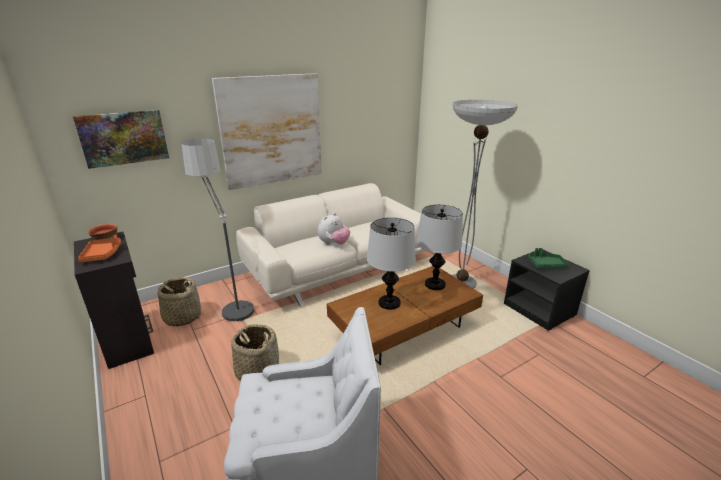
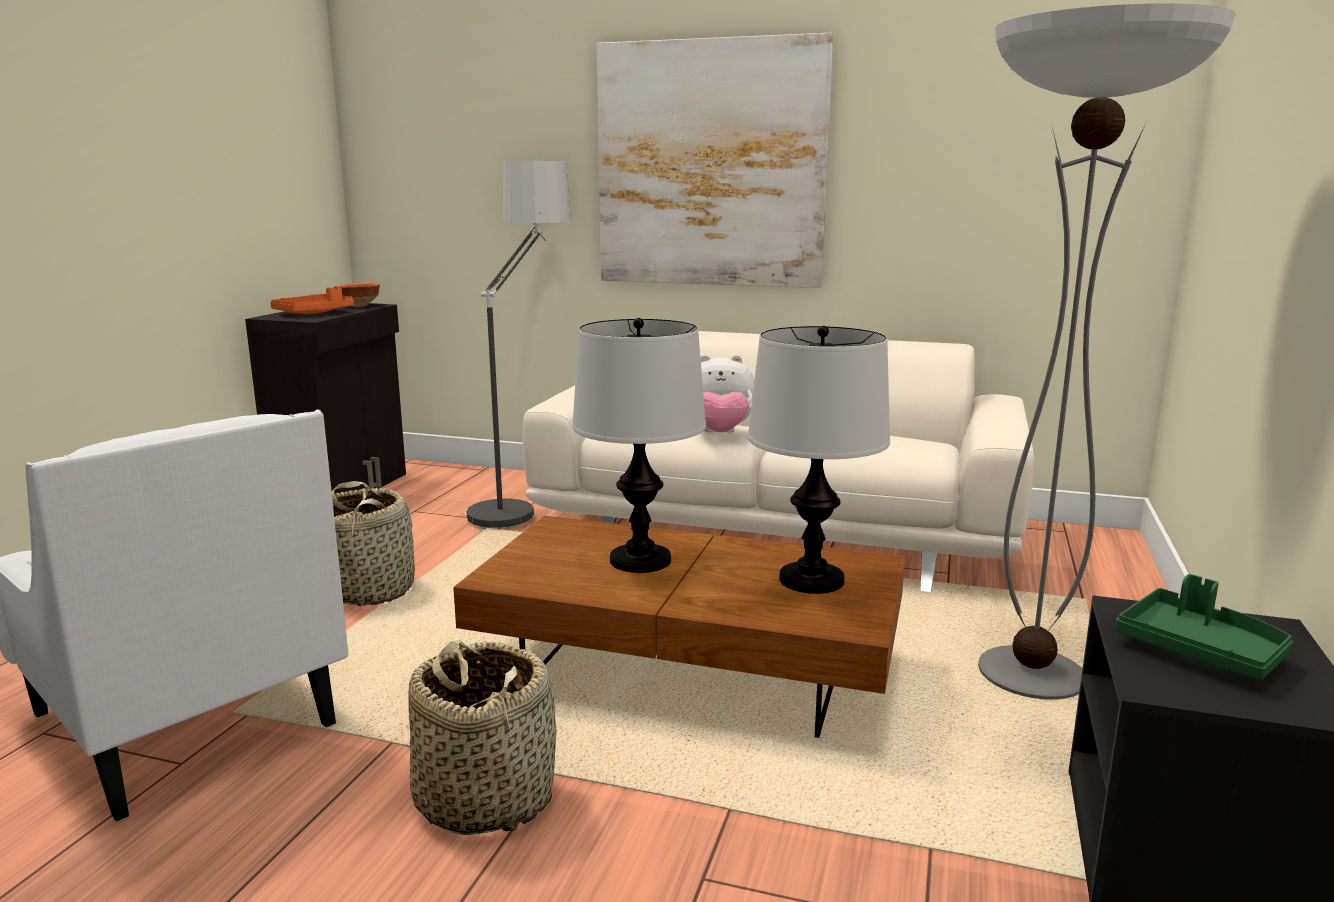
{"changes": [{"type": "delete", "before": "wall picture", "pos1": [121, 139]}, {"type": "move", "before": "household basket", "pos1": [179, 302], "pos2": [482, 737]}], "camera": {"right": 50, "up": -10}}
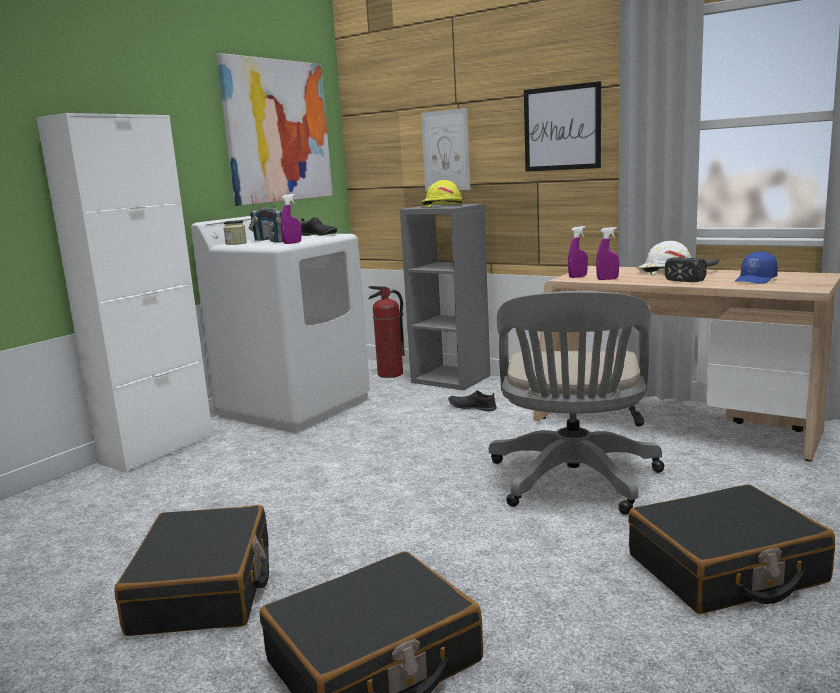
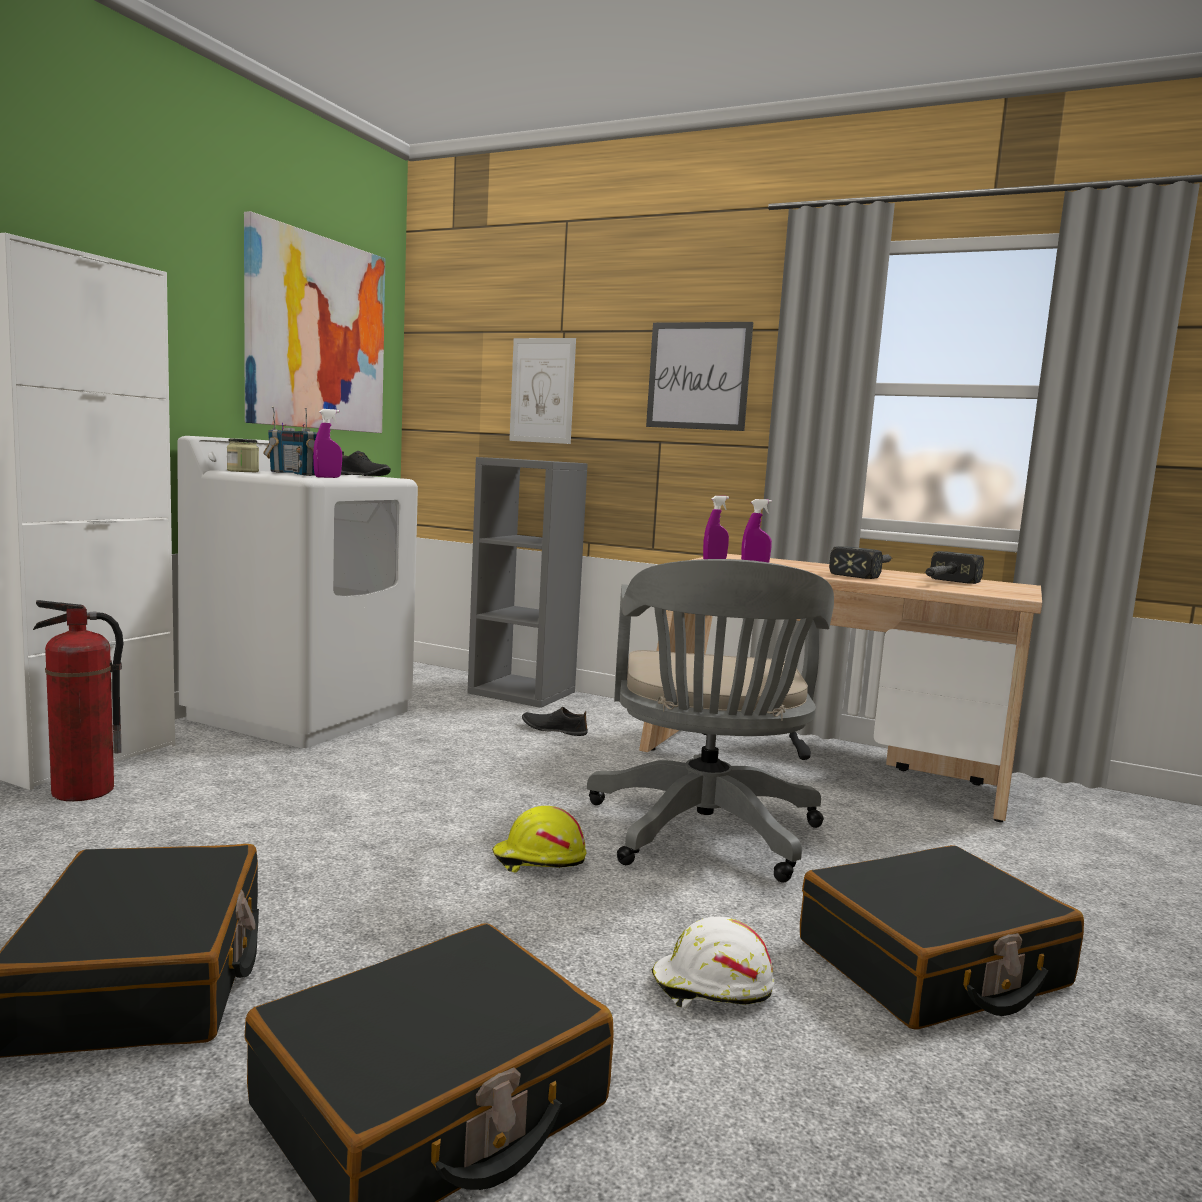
{"changes": [{"type": "move", "before": "fire extinguisher", "pos1": [386, 332], "pos2": [78, 700]}, {"type": "move", "before": "work helmet in yellow", "pos1": [441, 193], "pos2": [539, 839]}, {"type": "move", "before": "work helmet in white-coloured", "pos1": [664, 258], "pos2": [713, 962]}, {"type": "replace", "before": "baseball cap in blue-coloured", "after": "hammer", "pos1": [756, 267], "pos2": [954, 567]}], "camera": {"right": -10, "up": -5}}
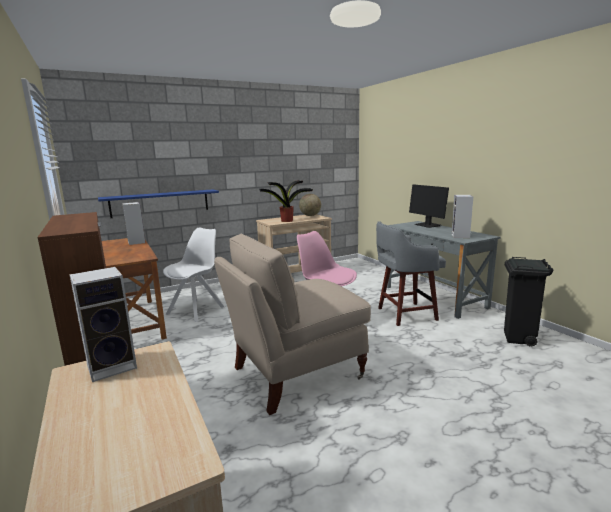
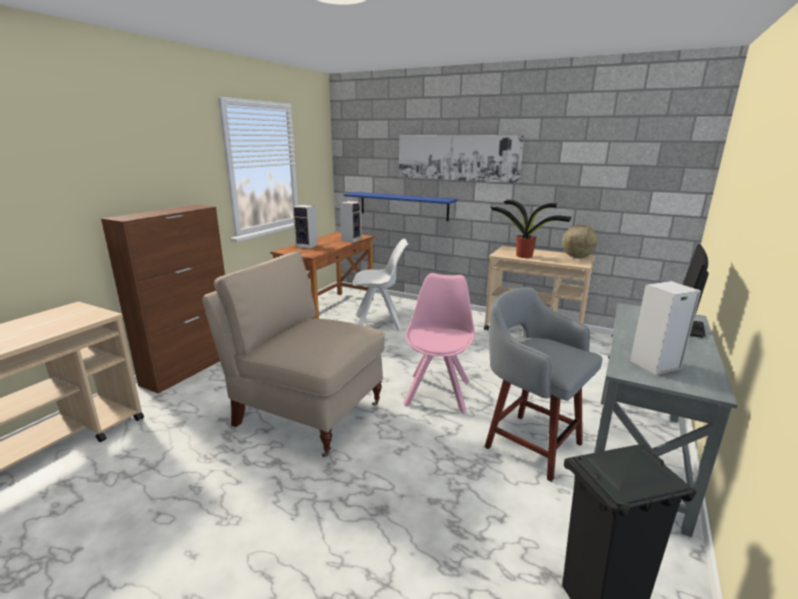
{"changes": [{"type": "insert", "after": "wall picture", "pos2": [461, 159]}, {"type": "move", "before": "speaker", "pos1": [103, 324], "pos2": [305, 227]}], "camera": {"right": 55, "up": 5}}
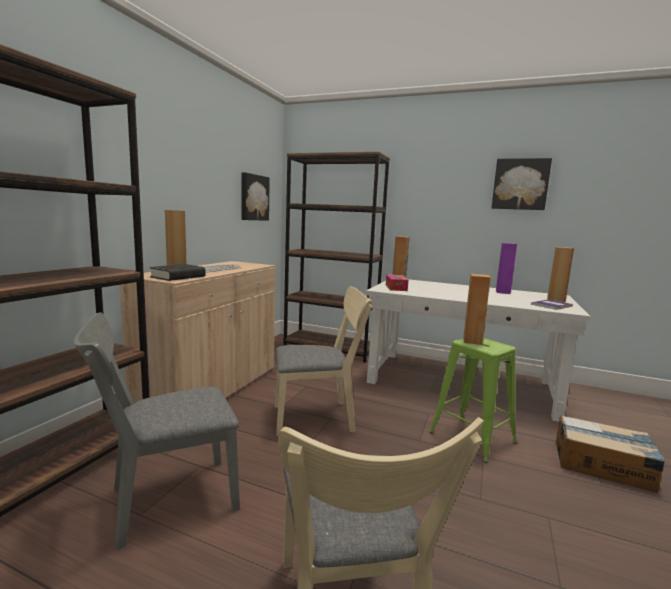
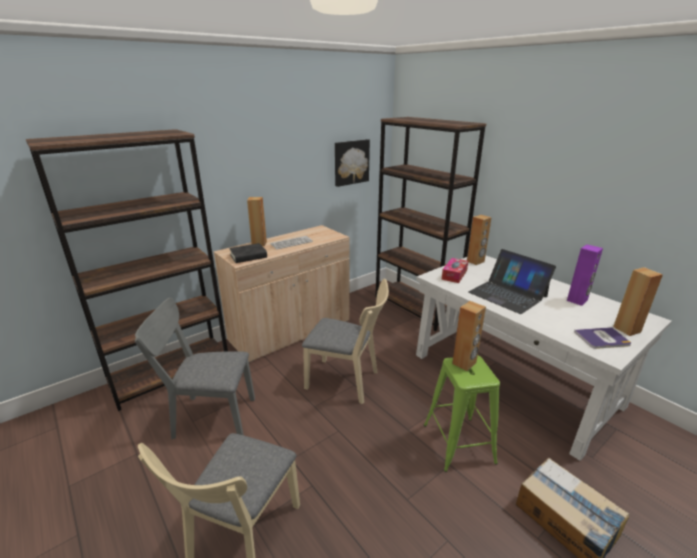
{"changes": [{"type": "delete", "before": "wall picture", "pos1": [522, 184]}, {"type": "insert", "after": "notebook computer", "pos2": [512, 281]}], "camera": {"right": 30, "up": 15}}
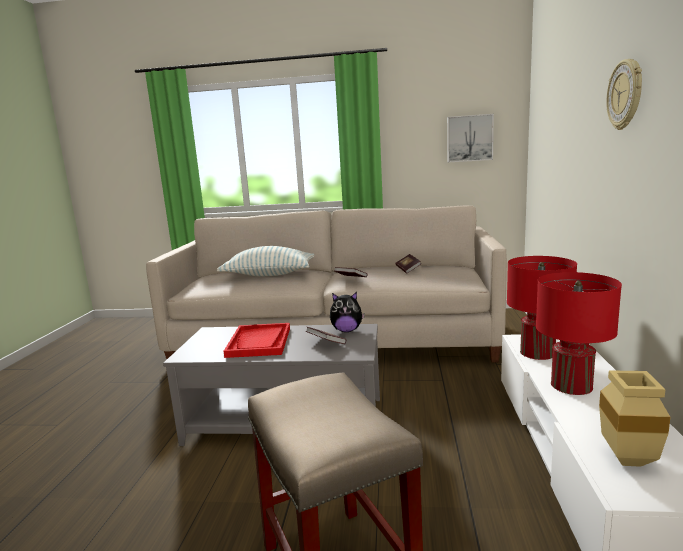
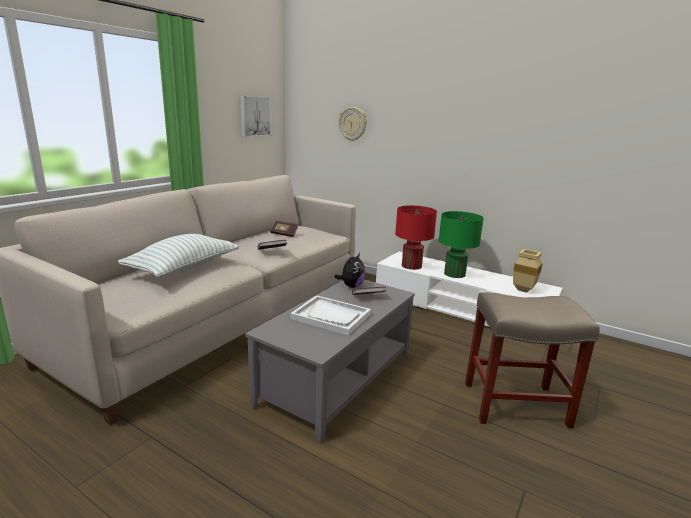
{"changes": [{"type": "move", "before": "wall clock", "pos1": [624, 94], "pos2": [353, 124]}, {"type": "recolor", "before": "tray in red-coloured", "after": "tray in white-coloured", "pos1": [257, 340], "pos2": [330, 315]}, {"type": "recolor", "before": "lamp for a table in red-coloured", "after": "lamp for a table in greenish", "pos1": [579, 333], "pos2": [461, 244]}], "camera": {"right": -65, "up": 5}}
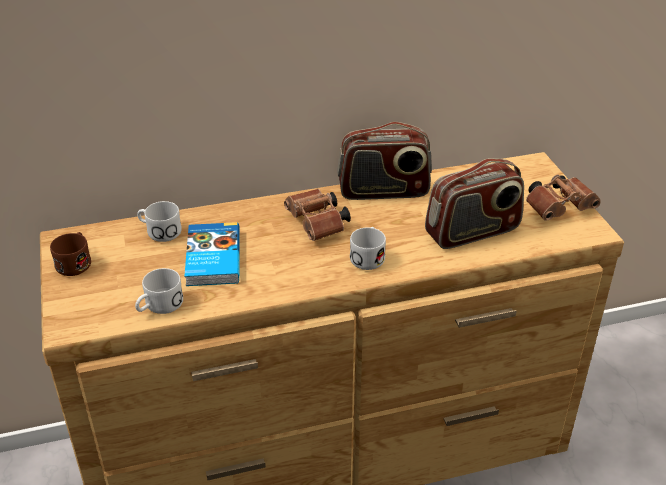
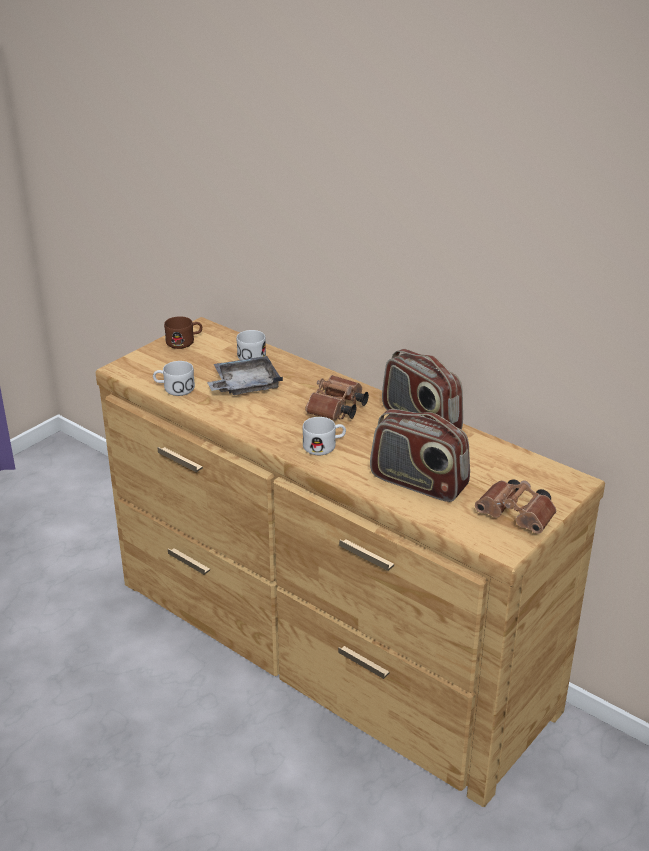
{"changes": [{"type": "replace", "before": "book", "after": "tray in grey", "pos1": [212, 254], "pos2": [245, 375]}], "camera": {"right": 55, "up": -5}}
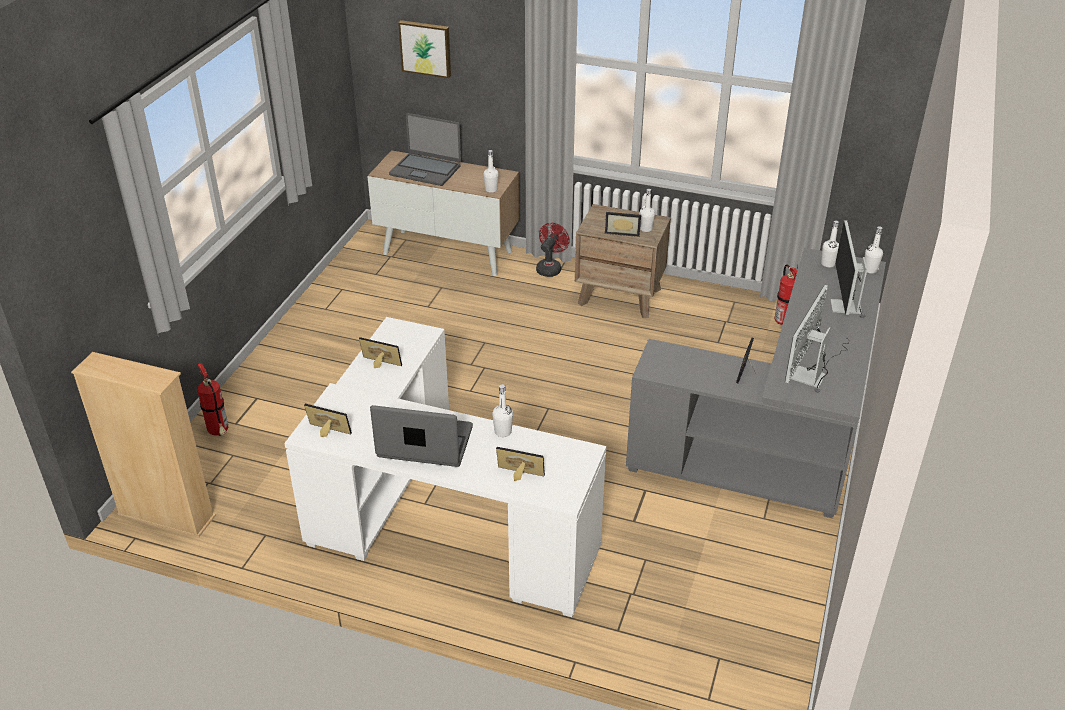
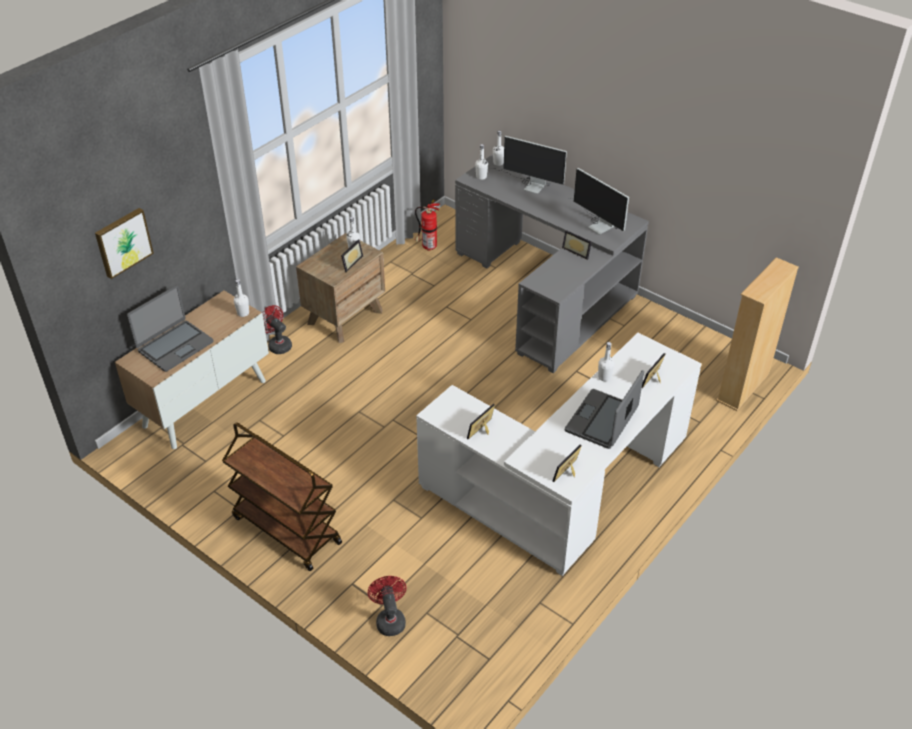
{"changes": [{"type": "insert", "after": "cart in brown", "pos2": [282, 496]}, {"type": "move", "before": "bookshelf in sand-coloured", "pos1": [143, 444], "pos2": [757, 334]}, {"type": "replace", "before": "fire extinguisher", "after": "fan in red-coloured", "pos1": [212, 399], "pos2": [387, 606]}], "camera": {"right": -70, "up": 5}}
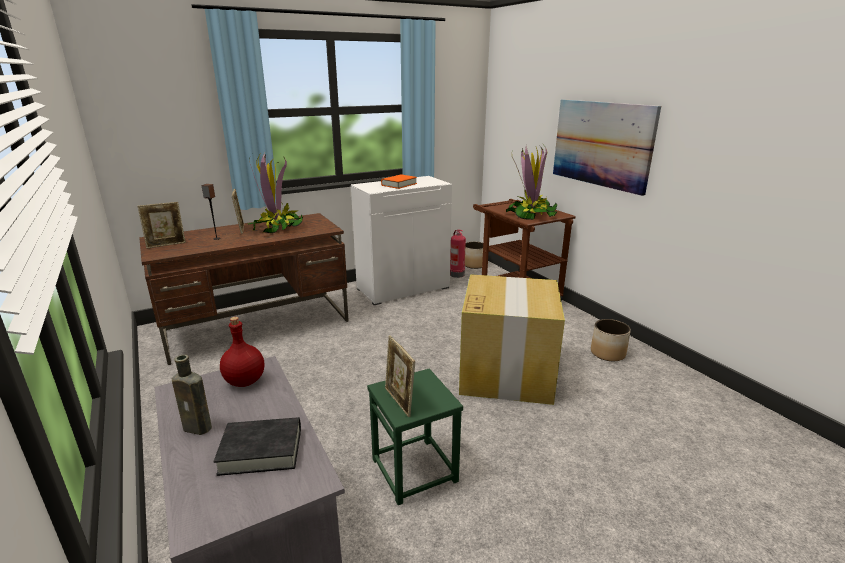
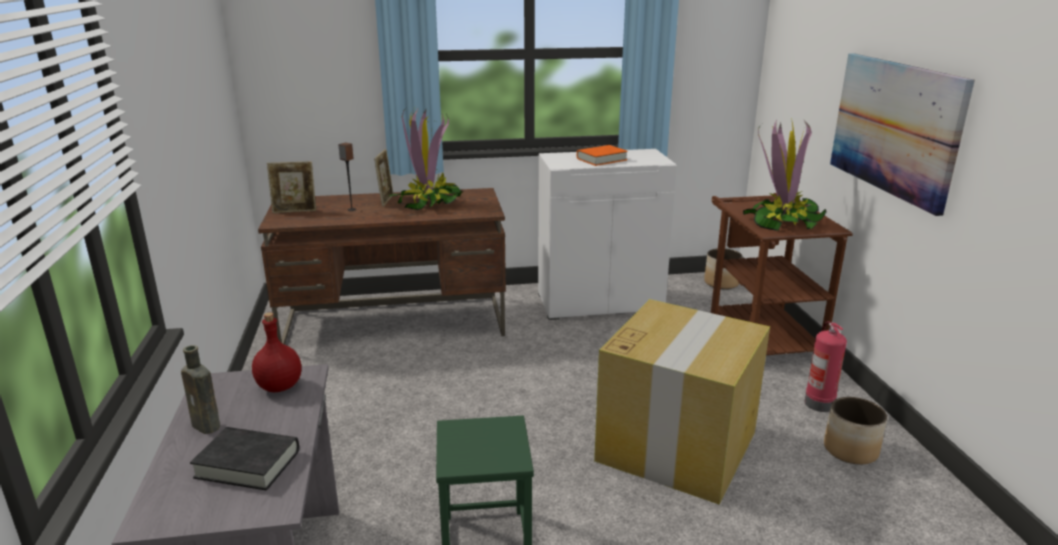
{"changes": [{"type": "delete", "before": "picture frame", "pos1": [400, 376]}, {"type": "move", "before": "fire extinguisher", "pos1": [458, 254], "pos2": [825, 366]}], "camera": {"right": 20, "up": 0}}
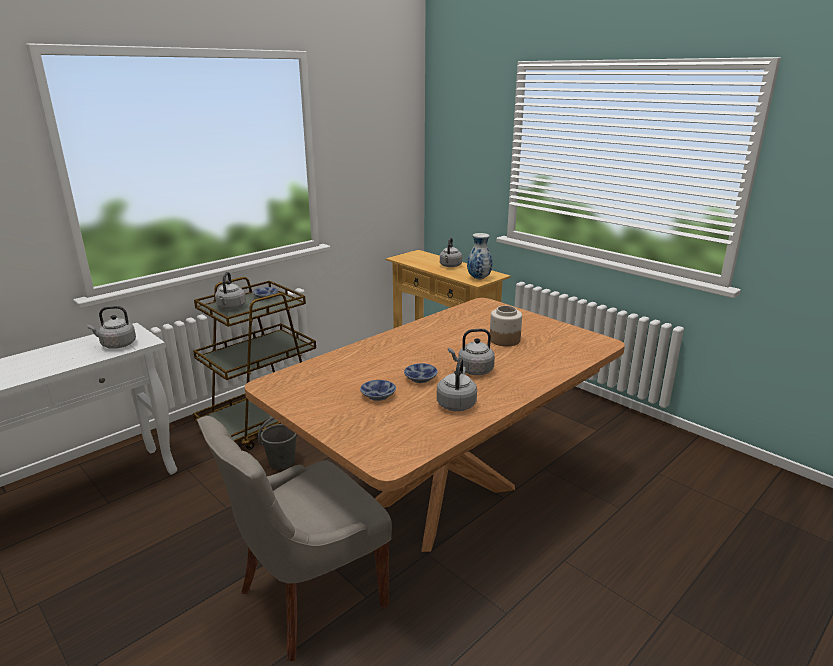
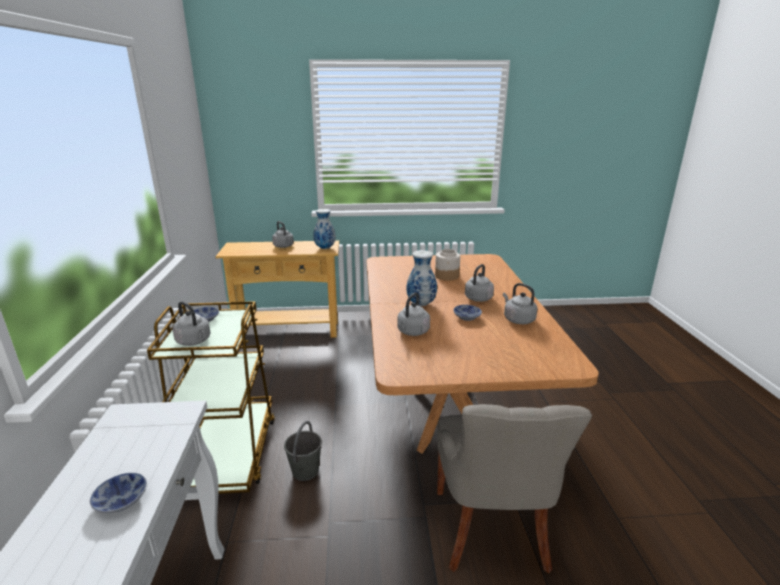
{"changes": [{"type": "insert", "after": "flower vase", "pos2": [422, 278]}, {"type": "move", "before": "tea kettle in grey", "pos1": [112, 327], "pos2": [413, 314]}, {"type": "move", "before": "serving bowl", "pos1": [378, 390], "pos2": [118, 493]}], "camera": {"right": -50, "up": 0}}
